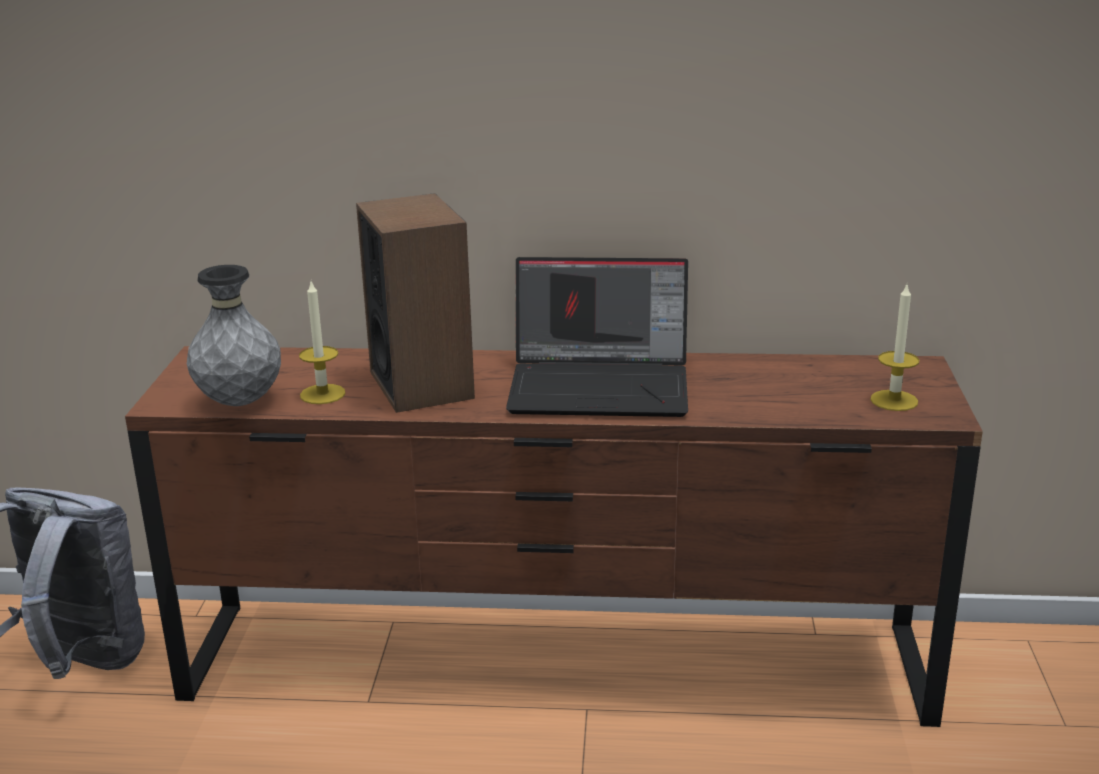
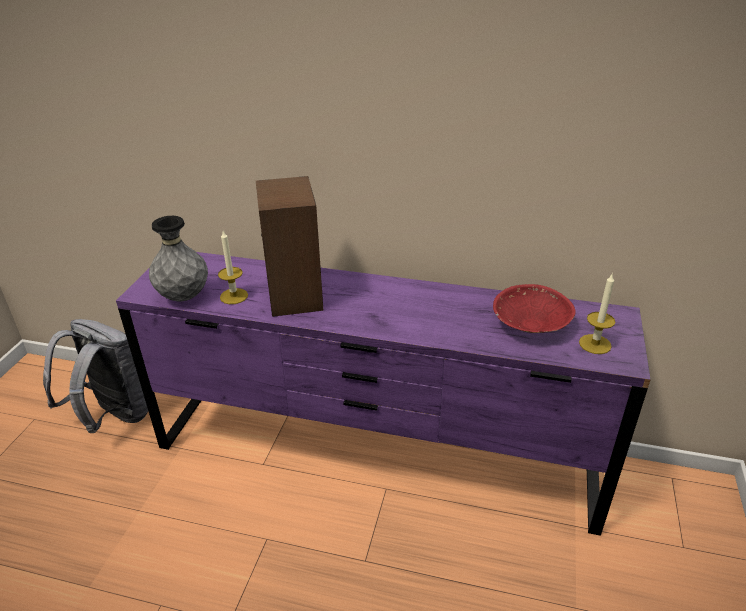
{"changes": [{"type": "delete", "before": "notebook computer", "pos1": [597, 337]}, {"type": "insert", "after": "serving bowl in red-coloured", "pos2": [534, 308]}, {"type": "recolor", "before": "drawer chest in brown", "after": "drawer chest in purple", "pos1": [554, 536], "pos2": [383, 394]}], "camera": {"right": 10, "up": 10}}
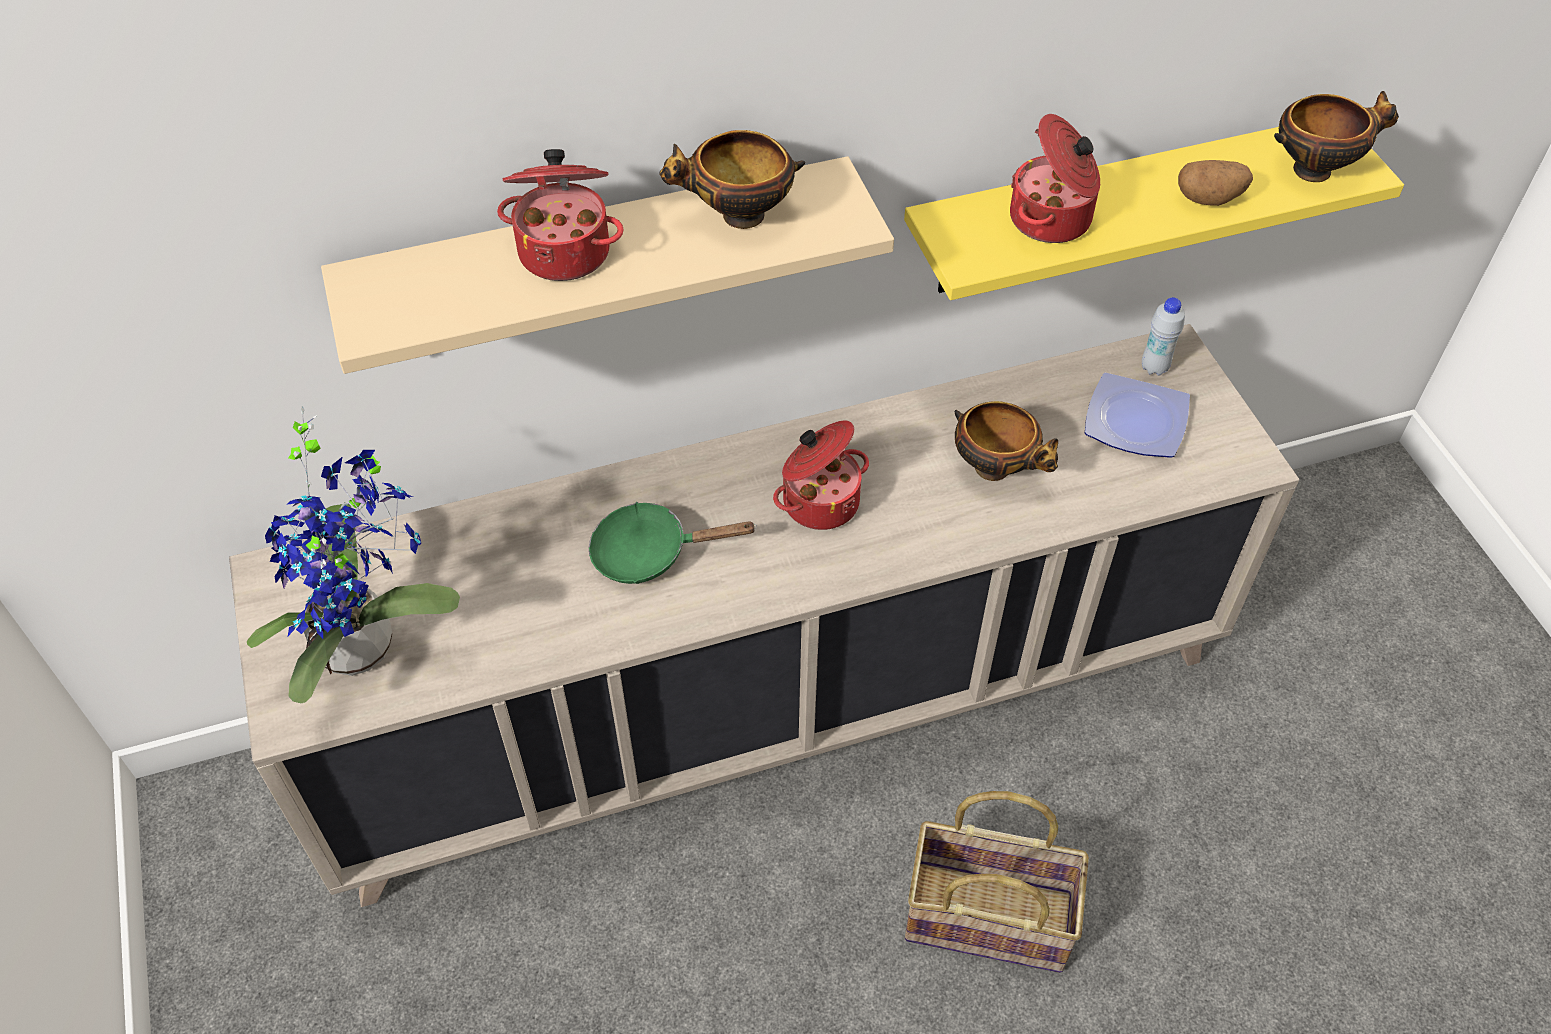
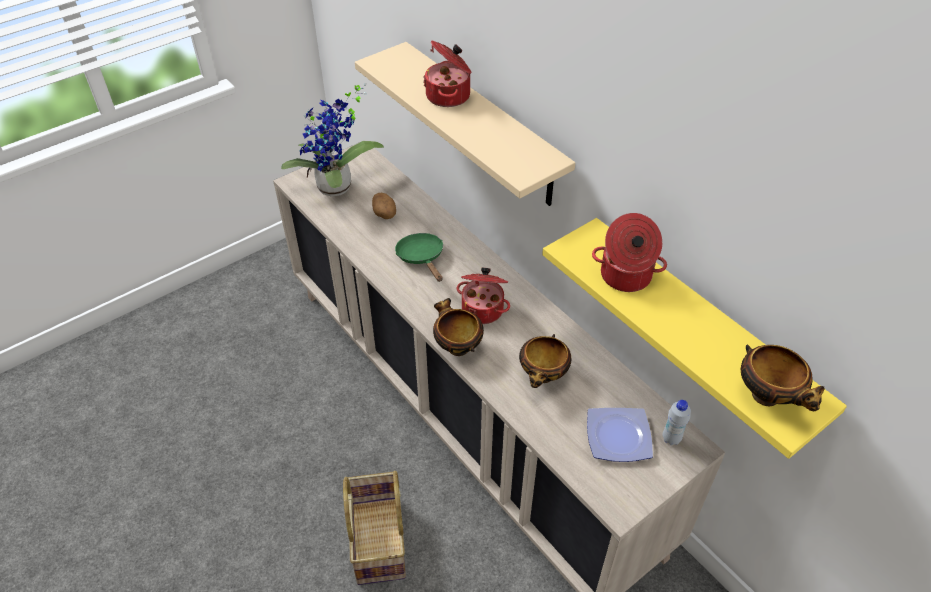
{"changes": [{"type": "move", "before": "serving bowl", "pos1": [732, 179], "pos2": [458, 327]}, {"type": "move", "before": "whole potato", "pos1": [1215, 183], "pos2": [384, 206]}], "camera": {"right": 70, "up": -5}}
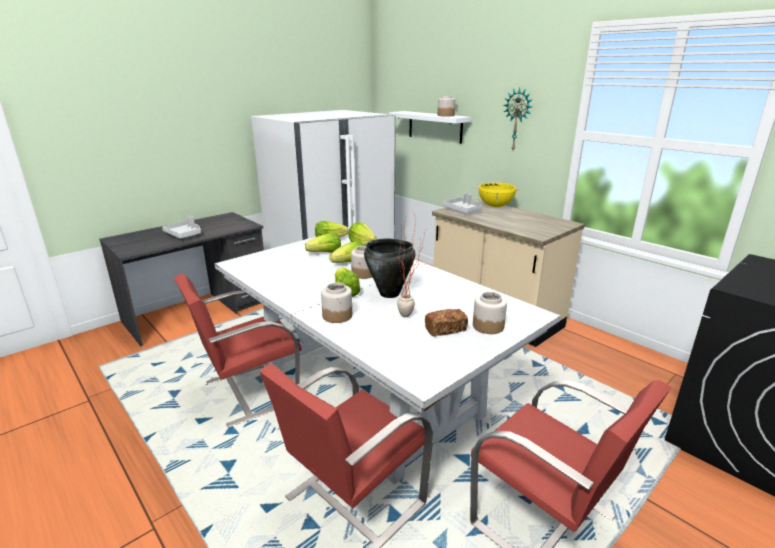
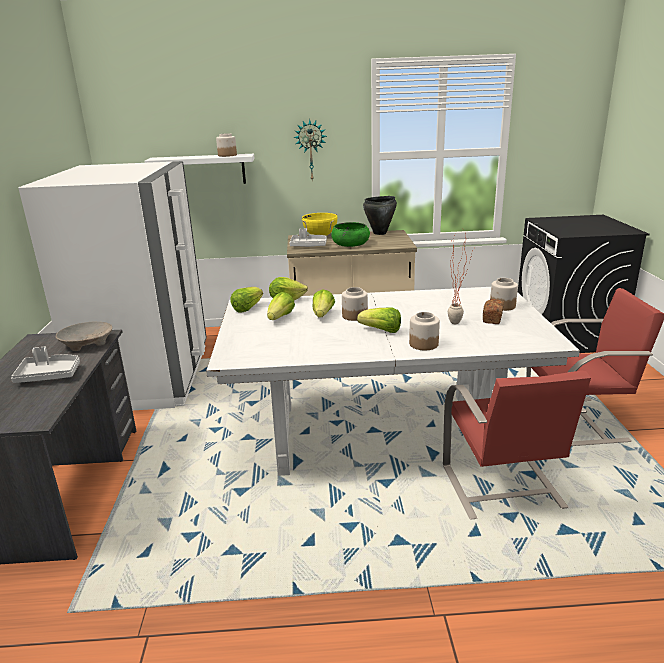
{"changes": [{"type": "delete", "before": "upright chair in red-coloured", "pos1": [237, 351]}, {"type": "insert", "after": "serving bowl in sand-coloured", "pos2": [83, 336]}, {"type": "insert", "after": "serving bowl in greenish", "pos2": [350, 234]}, {"type": "move", "before": "stockpot in black-coloured", "pos1": [390, 268], "pos2": [380, 215]}], "camera": {"right": -50, "up": 0}}
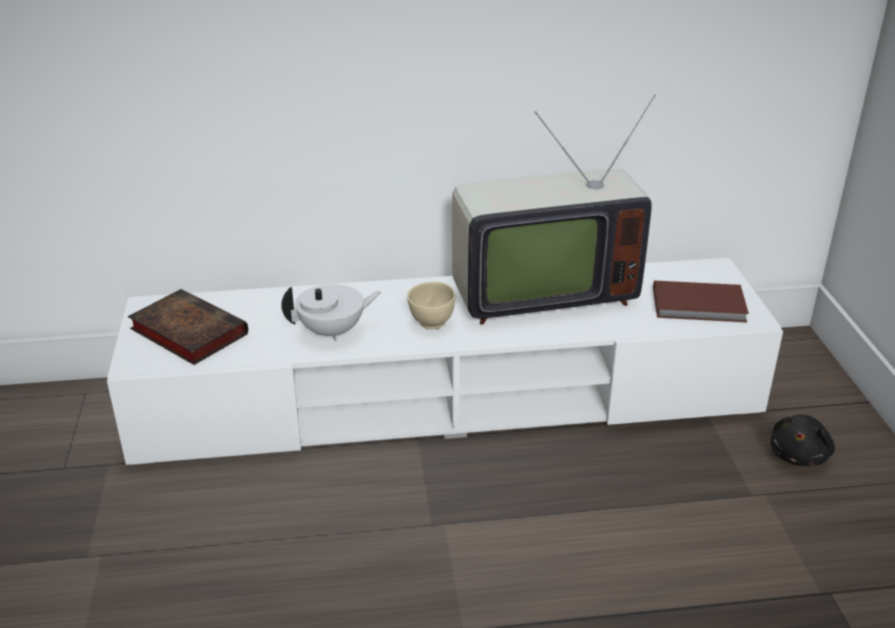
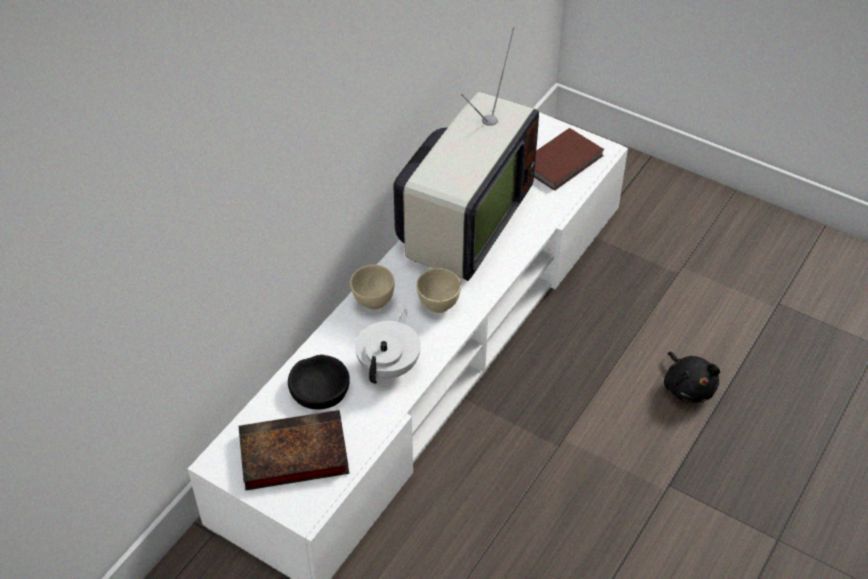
{"changes": [{"type": "insert", "after": "serving bowl in black-coloured", "pos2": [319, 382]}, {"type": "insert", "after": "serving bowl in sand-coloured", "pos2": [372, 287]}, {"type": "move", "before": "cuddly toy in black-coloured", "pos1": [803, 440], "pos2": [692, 377]}], "camera": {"right": -50, "up": 15}}
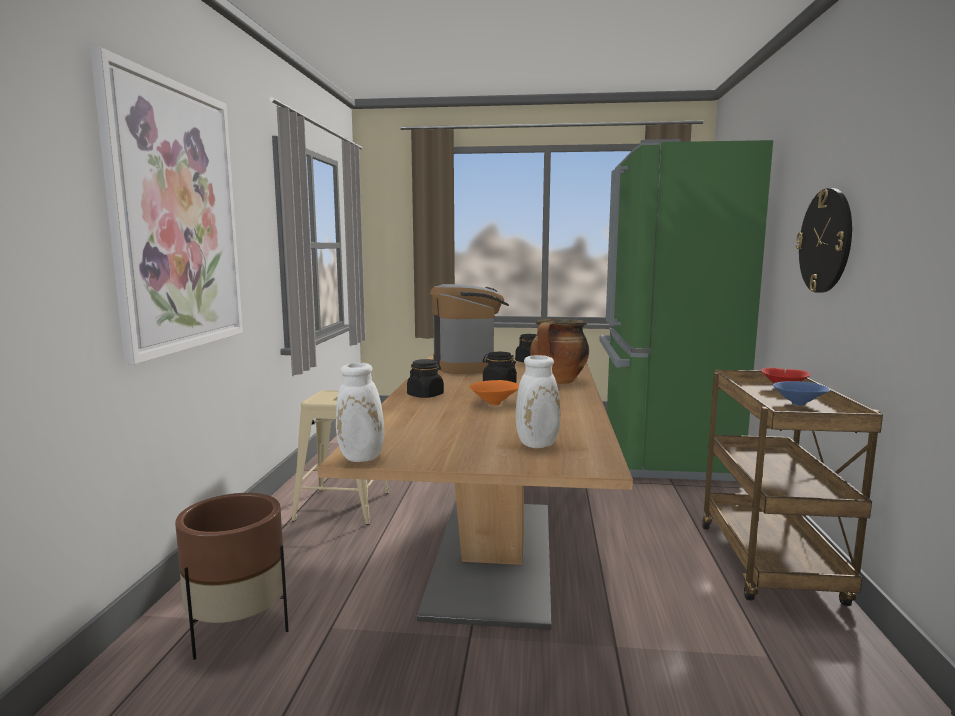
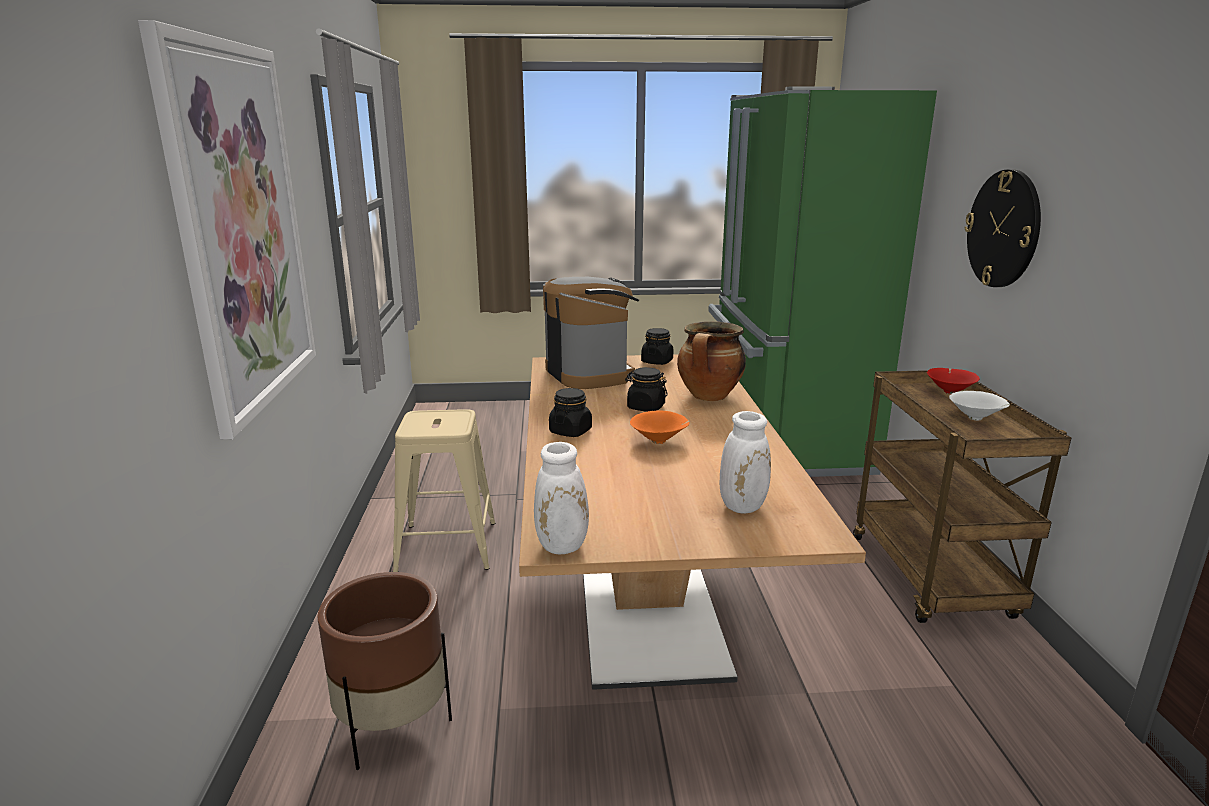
{"changes": [{"type": "recolor", "before": "serving bowl in blue-coloured", "after": "serving bowl in white-coloured", "pos1": [801, 393], "pos2": [979, 405]}], "camera": {"right": -10, "up": 10}}
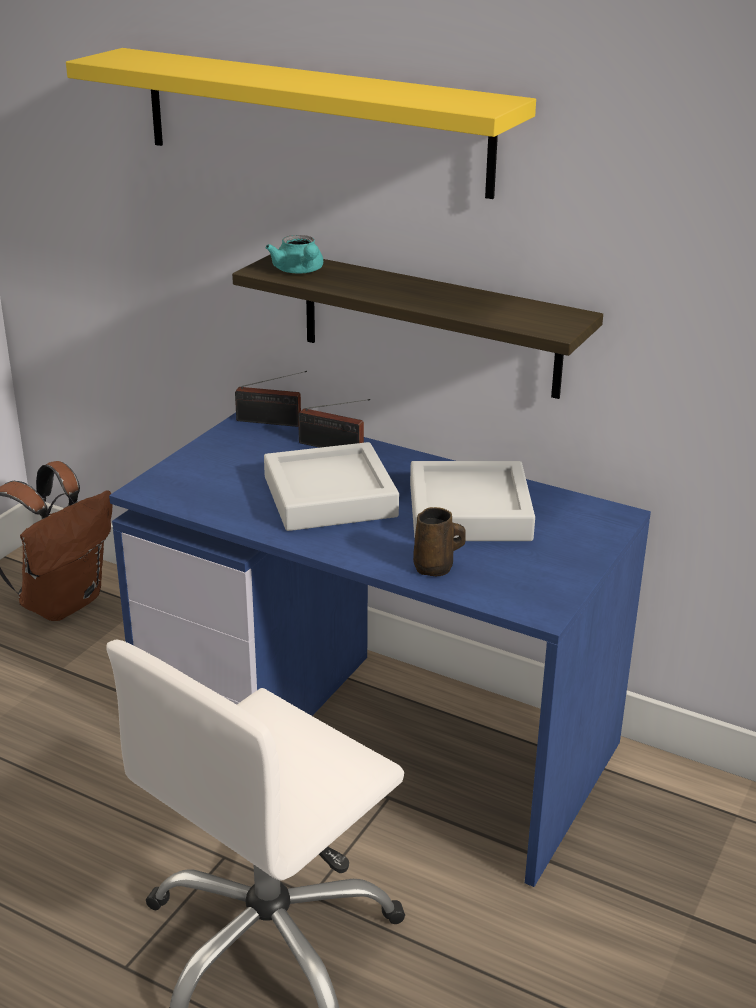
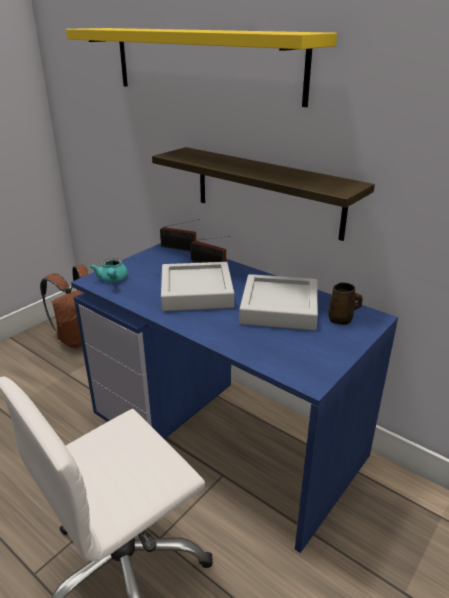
{"changes": [{"type": "move", "before": "tea pot in turquoise-coloured", "pos1": [294, 254], "pos2": [109, 270]}, {"type": "move", "before": "tea mug in brown", "pos1": [439, 541], "pos2": [345, 303]}], "camera": {"right": 10, "up": 0}}
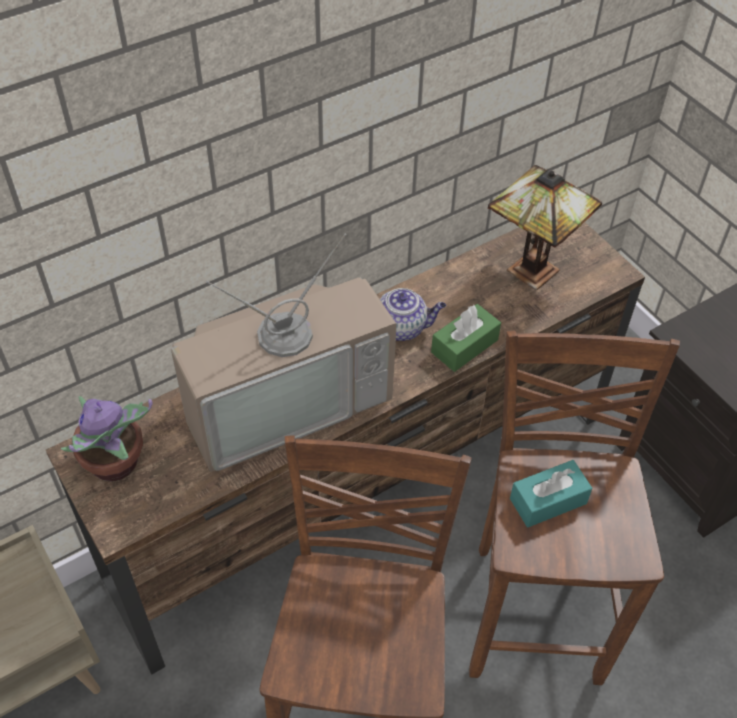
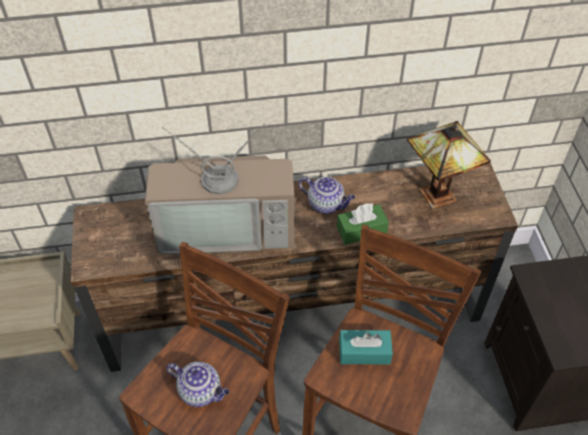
{"changes": [{"type": "delete", "before": "plant in a pot", "pos1": [107, 439]}, {"type": "insert", "after": "tea pot", "pos2": [198, 384]}], "camera": {"right": 25, "up": 0}}
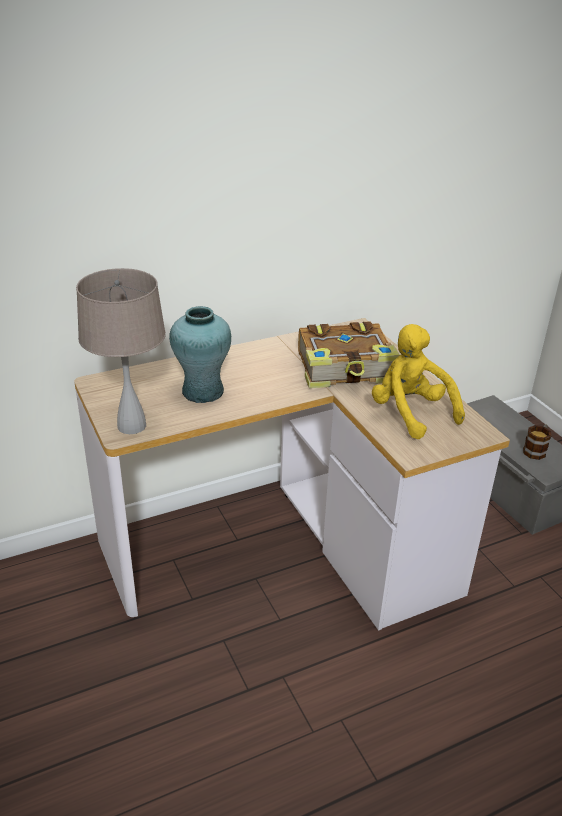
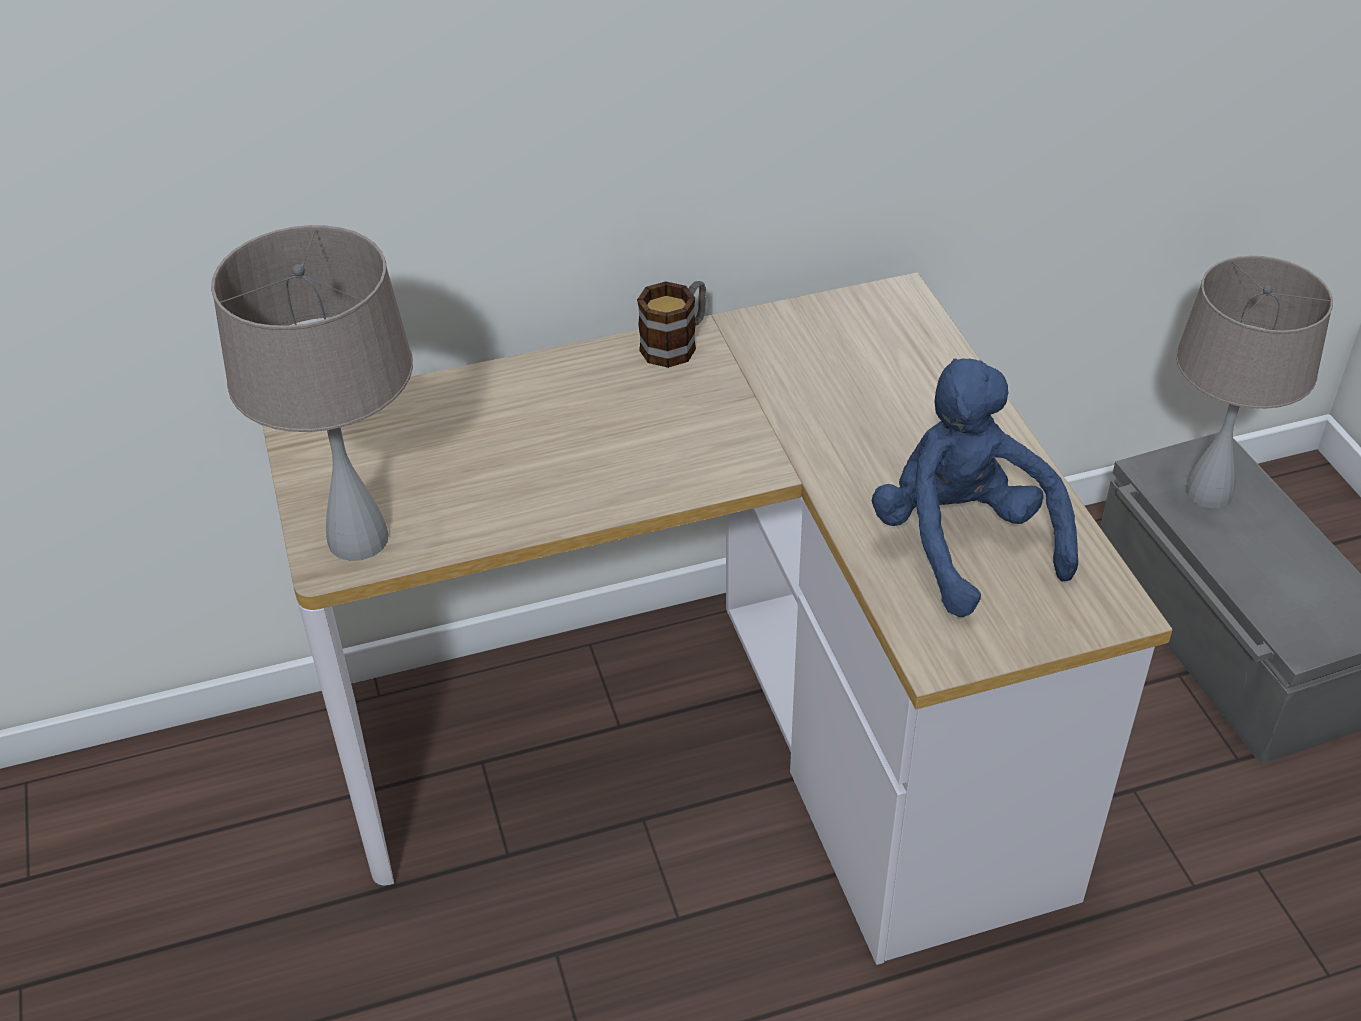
{"changes": [{"type": "delete", "before": "flower vase in turquoise-coloured", "pos1": [200, 354]}, {"type": "delete", "before": "book", "pos1": [349, 354]}, {"type": "insert", "after": "lamp for a table in sand-coloured", "pos2": [1254, 382]}, {"type": "move", "before": "tea mug", "pos1": [537, 442], "pos2": [671, 324]}, {"type": "recolor", "before": "cuddly toy in yellow", "after": "cuddly toy in blue-coloured", "pos1": [418, 381], "pos2": [975, 487]}], "camera": {"right": 10, "up": 10}}
